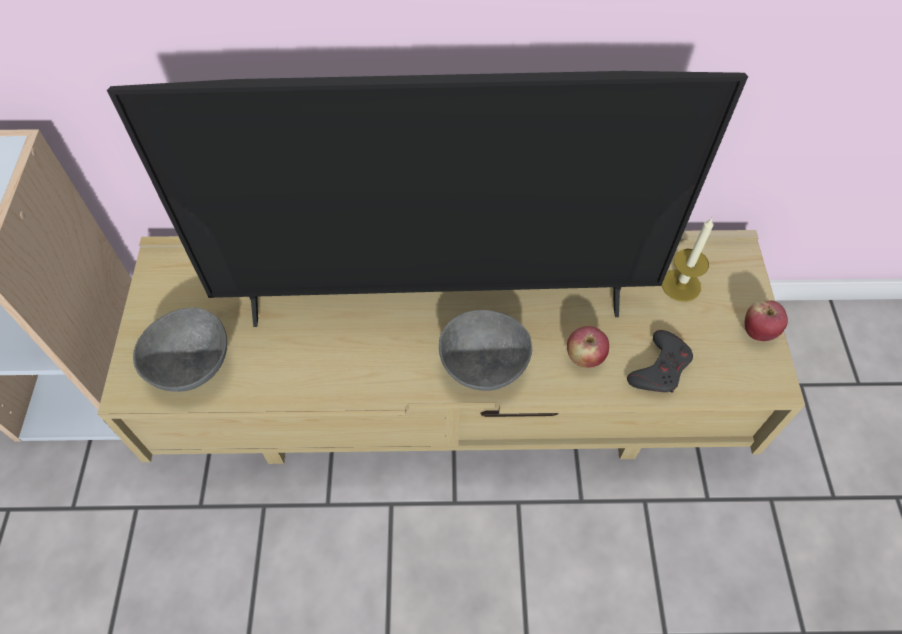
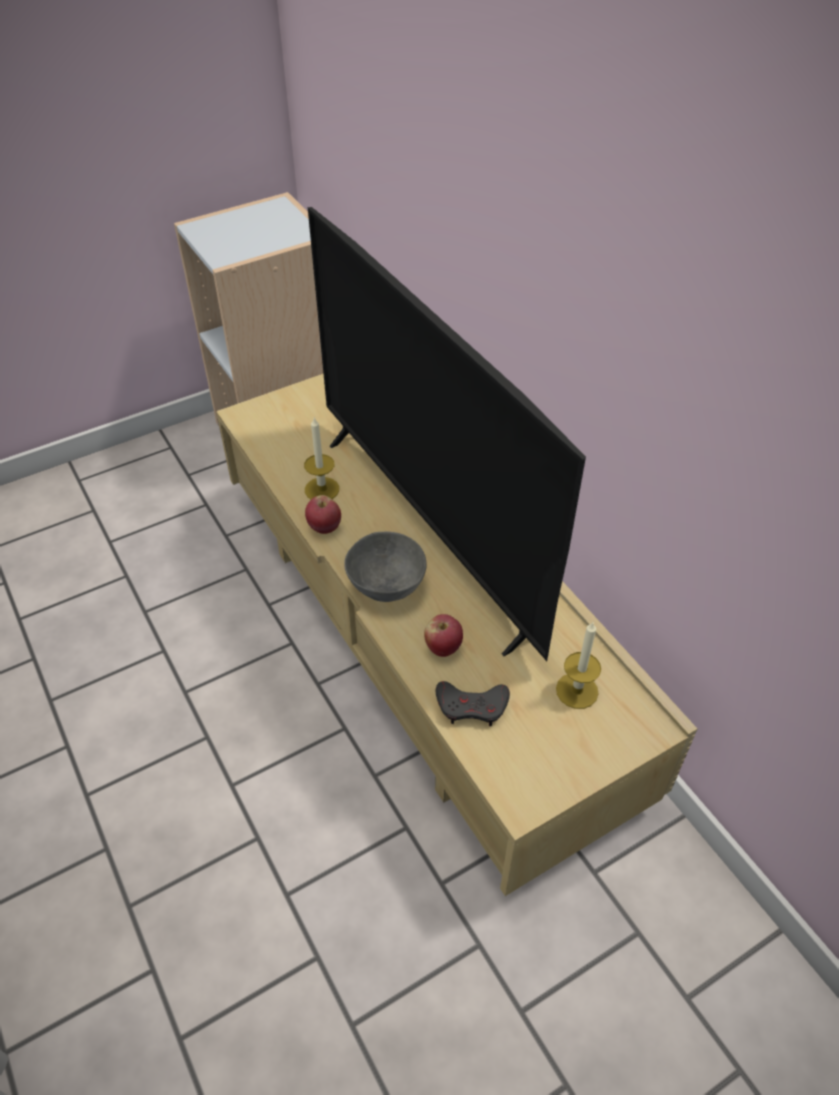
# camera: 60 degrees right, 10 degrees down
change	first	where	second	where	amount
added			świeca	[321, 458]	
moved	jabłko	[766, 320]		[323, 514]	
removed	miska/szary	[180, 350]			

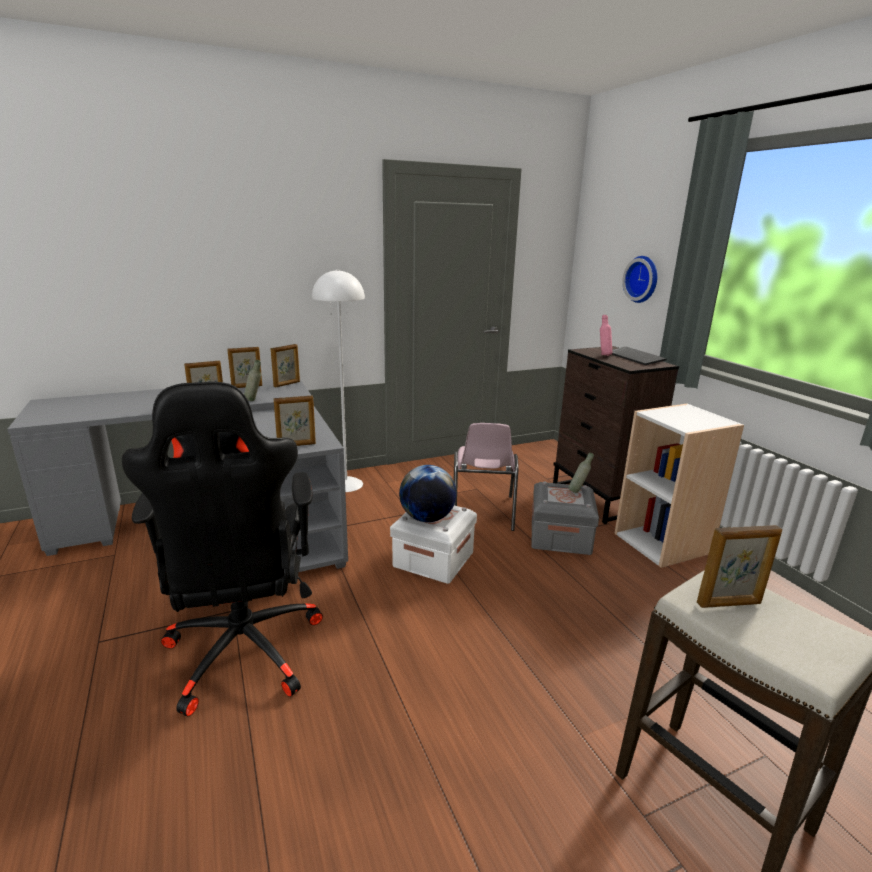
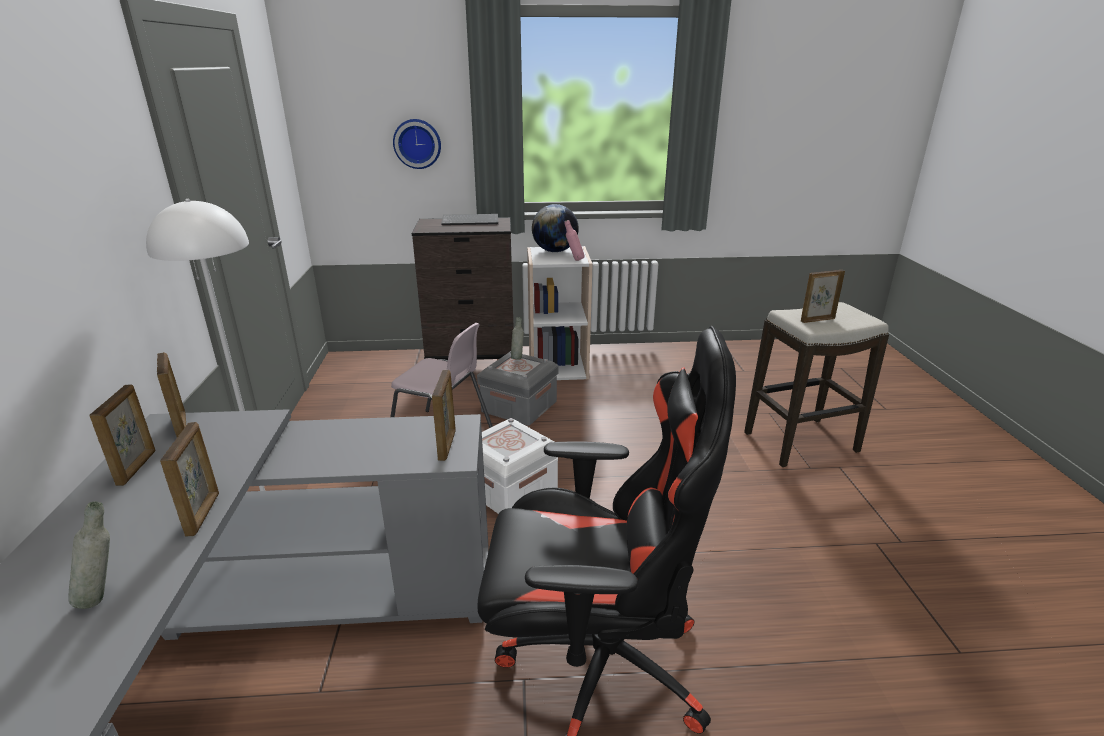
# camera: 70 degrees left, 5 degrees up
change	first	where	second	where	amount
moved	butelka/szary	[252, 380]		[89, 555]	
moved	globus	[428, 493]		[555, 228]	
moved	butelka/różowy	[606, 335]		[574, 240]	
turned	ramka na zdjęcie	[739, 566]		[823, 296]	120 degrees counterclockwise

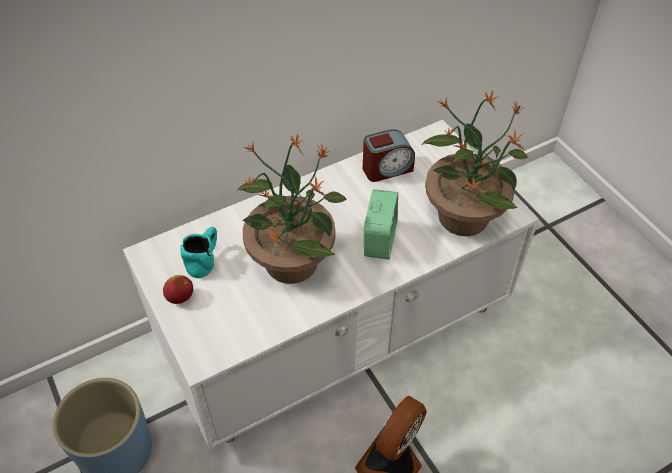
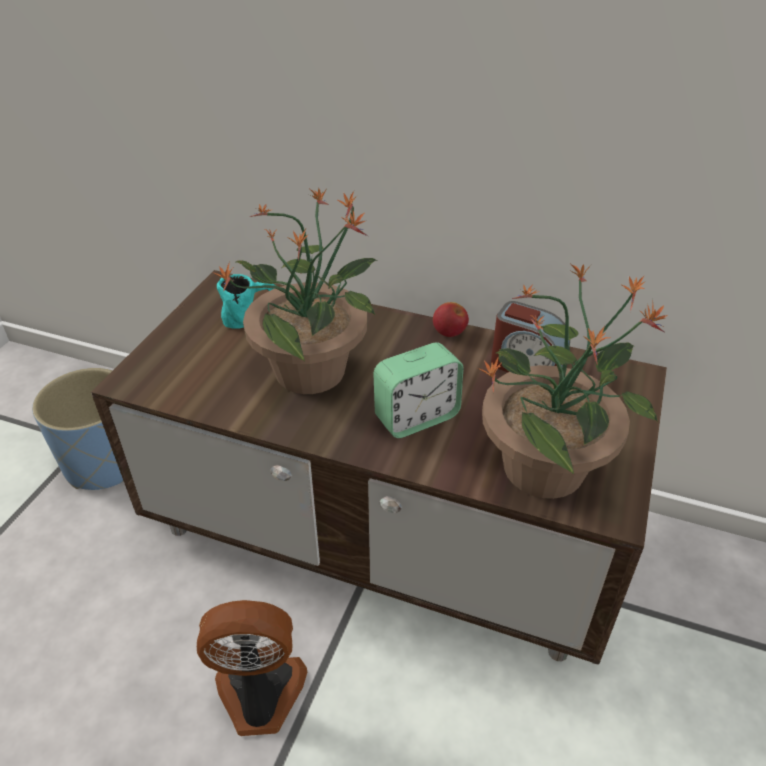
# camera: 50 degrees right, 10 degrees down
change	first	where	second	where	amount
recoloured	szafka pod telewizor/biały	[331, 285]	szafka pod telewizor/brązowy	[379, 467]	
moved	jabłko	[178, 289]		[451, 319]	

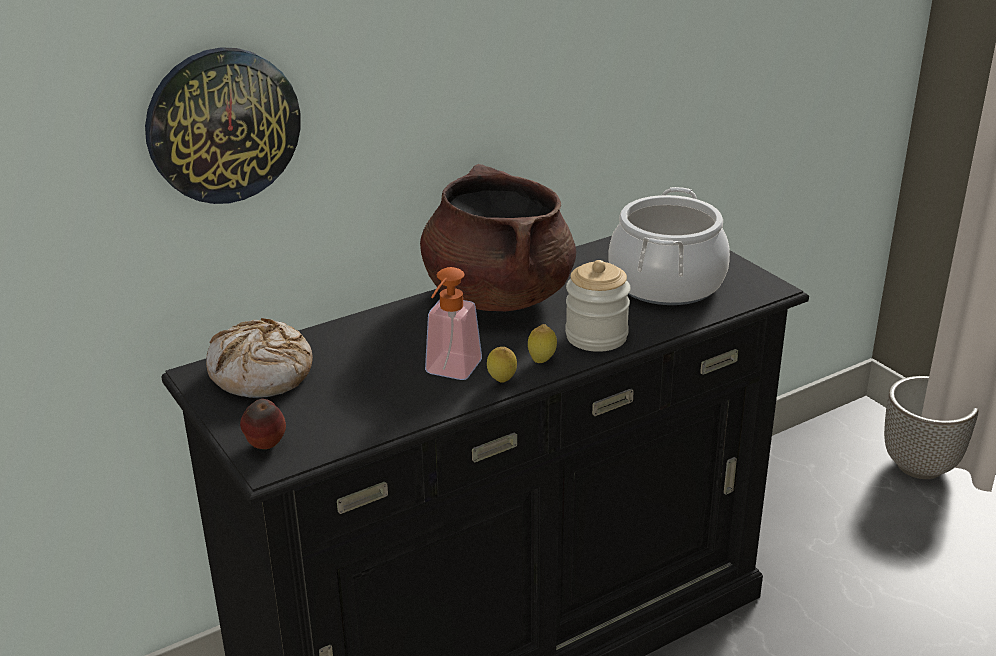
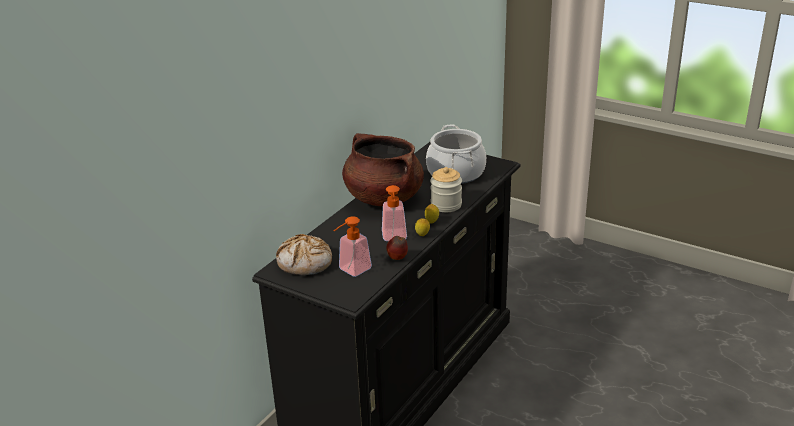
# camera: 25 degrees left, 0 degrees up
change	first	where	second	where	amount
added			dozownik mydła	[353, 246]	
moved	jabłko	[263, 424]		[397, 248]	
removed	zegar ścienny	[223, 125]			
removed	donica	[931, 427]			

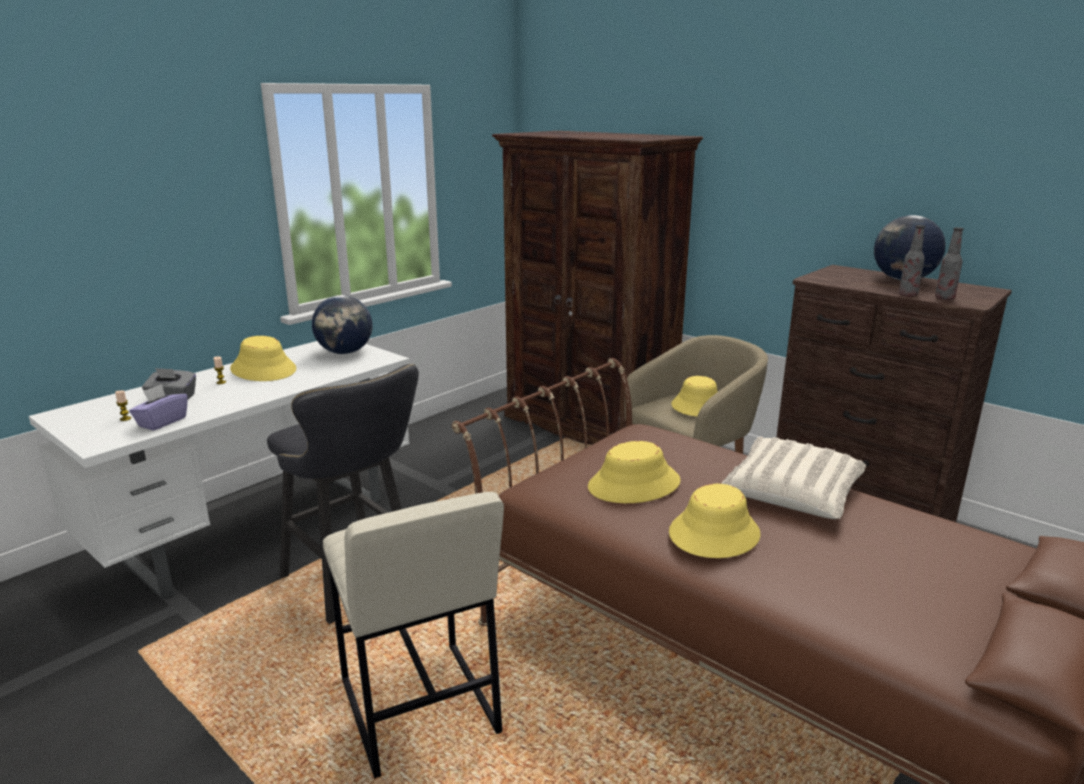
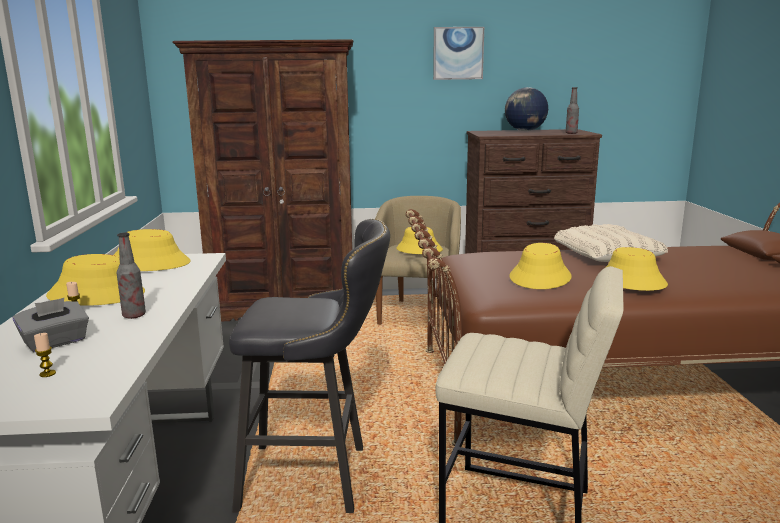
# camera: 45 degrees left, 5 degrees down
change	first	where	second	where	amount
replaced	globus	[342, 324]	kapelusz/żółty	[152, 250]	
moved	butelka	[912, 261]		[131, 275]	
added			obraz	[458, 53]	
removed	pudełko chusteczek/fioletowy	[158, 407]			

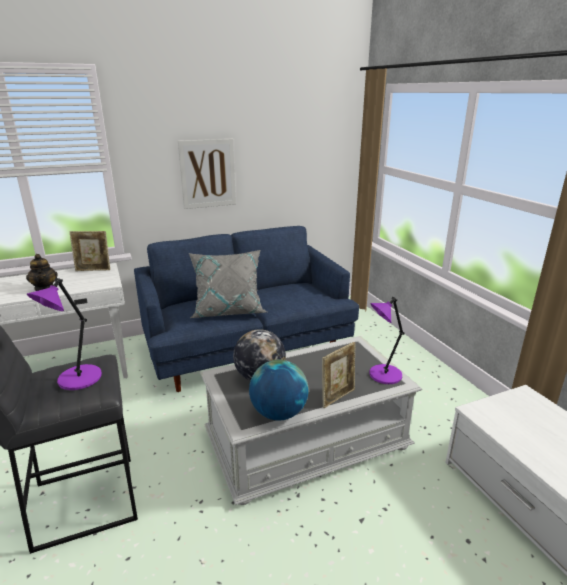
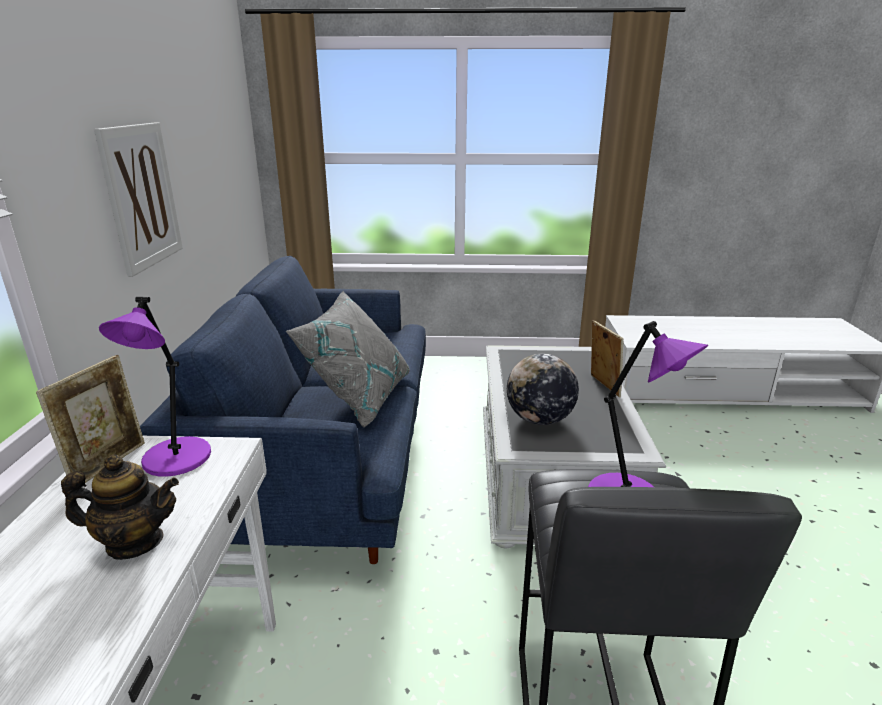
# camera: 65 degrees left, 0 degrees up
change	first	where	second	where	amount
moved	lampa stołowa/fioletowy	[387, 340]		[155, 387]	
removed	globus	[279, 390]			

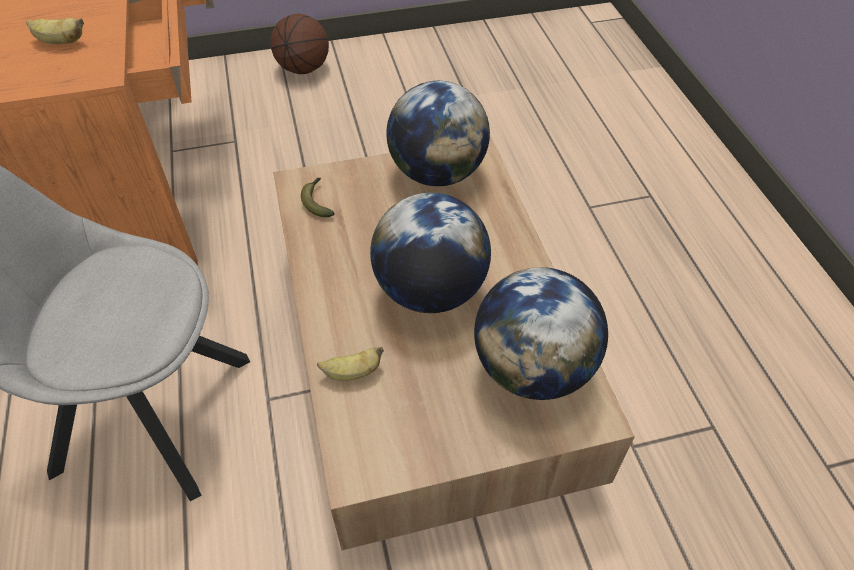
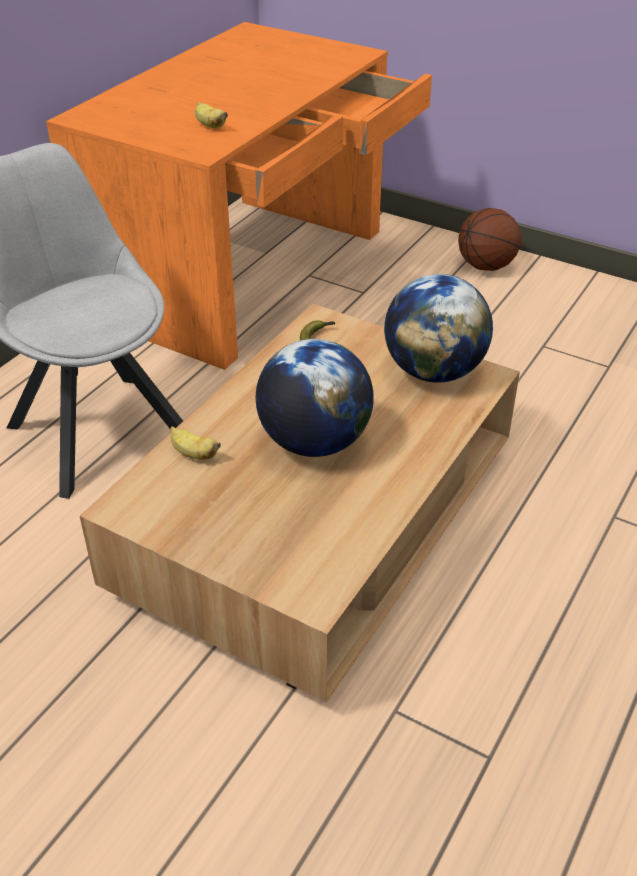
# camera: 45 degrees right, 10 degrees down
change	first	where	second	where	amount
removed	globus	[541, 333]			

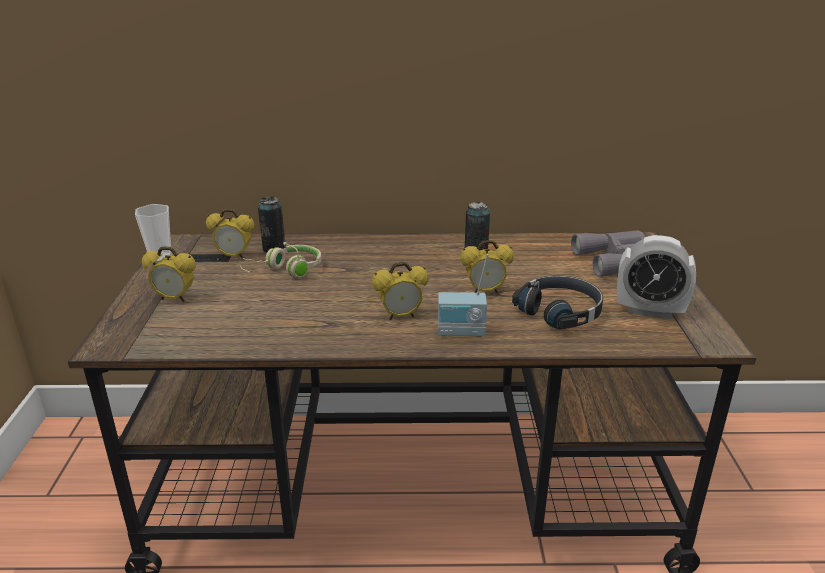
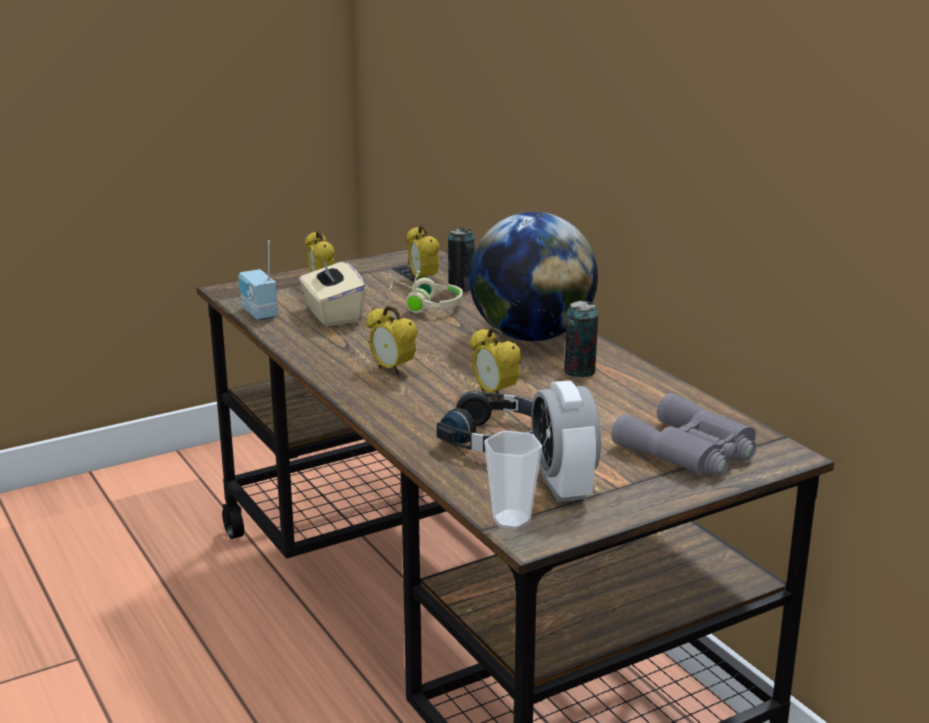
# camera: 60 degrees right, 5 degrees down
change	first	where	second	where	amount
moved	radio	[463, 295]		[258, 280]	
added			pudełko chusteczek/beżowy	[332, 290]	
added			globus	[533, 276]	
moved	filiżanka	[153, 233]		[513, 480]	

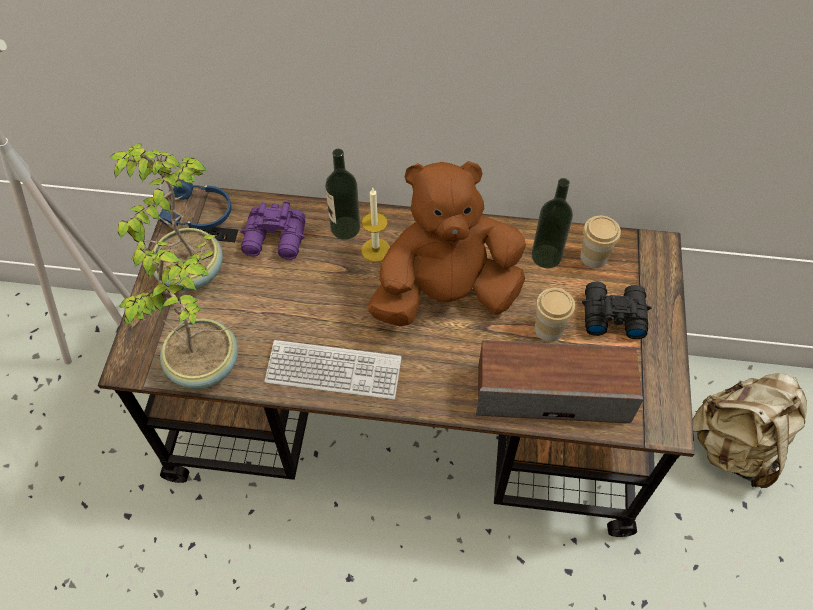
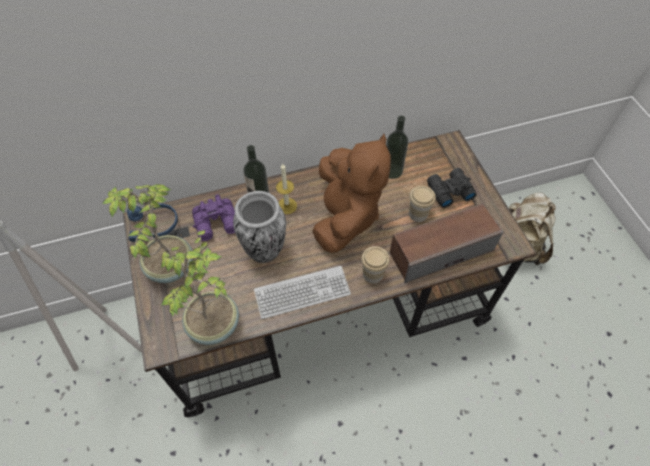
# camera: 25 degrees left, 0 degrees up
change	first	where	second	where	amount
added			wazon	[259, 227]	
turned	pluszak/brązowy	[446, 243]		[352, 193]	135 degrees clockwise
moved	filiżanka	[600, 242]		[375, 265]	

